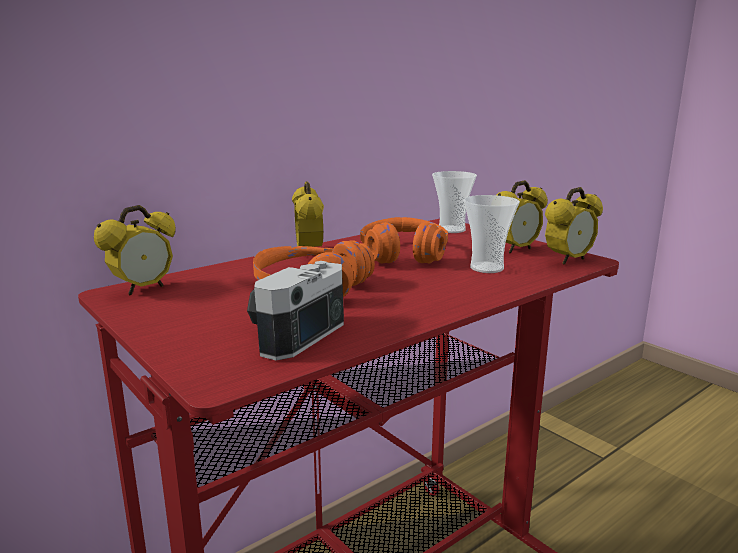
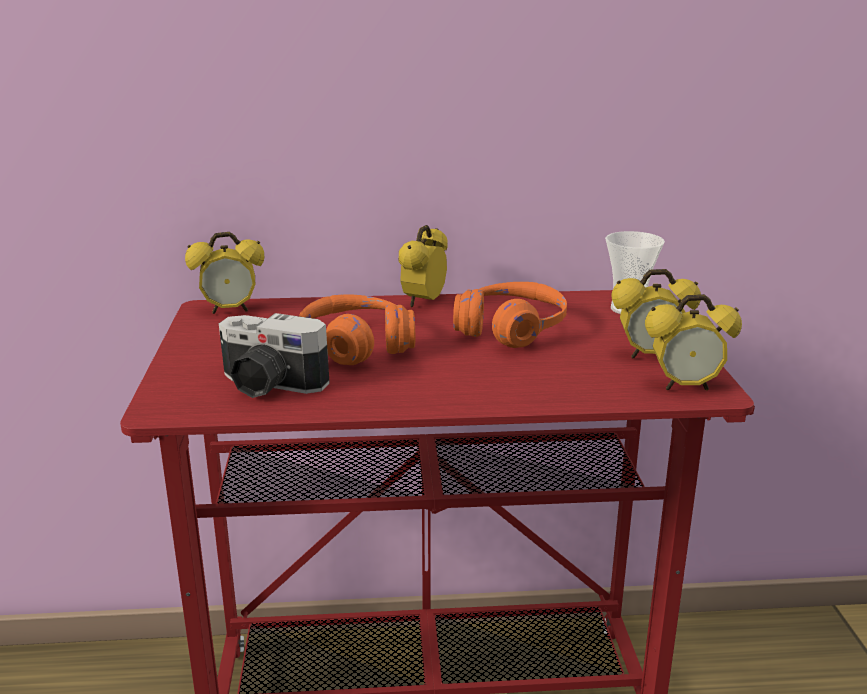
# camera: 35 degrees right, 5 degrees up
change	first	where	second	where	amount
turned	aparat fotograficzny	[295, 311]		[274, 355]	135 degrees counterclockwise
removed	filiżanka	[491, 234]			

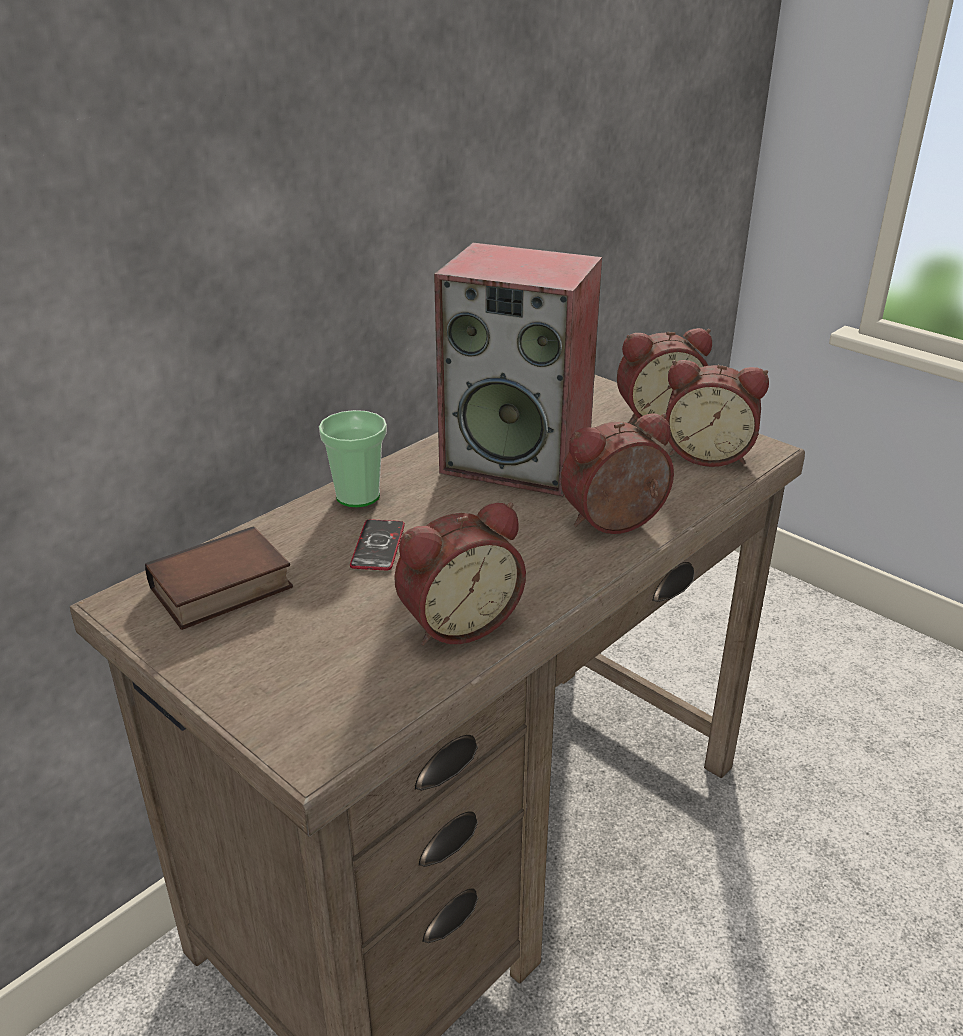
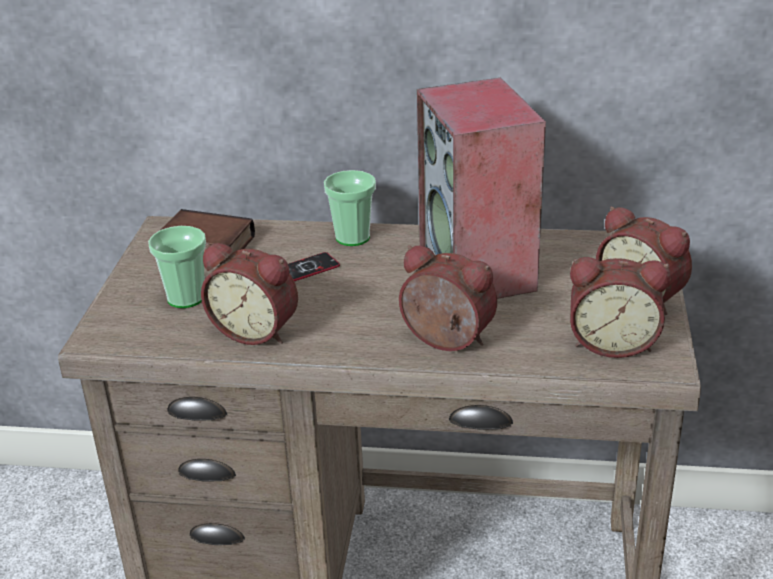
# camera: 55 degrees right, 0 degrees up
change	first	where	second	where	amount
added			filiżanka	[177, 267]	
turned	budzik	[717, 413]		[620, 307]	60 degrees counterclockwise

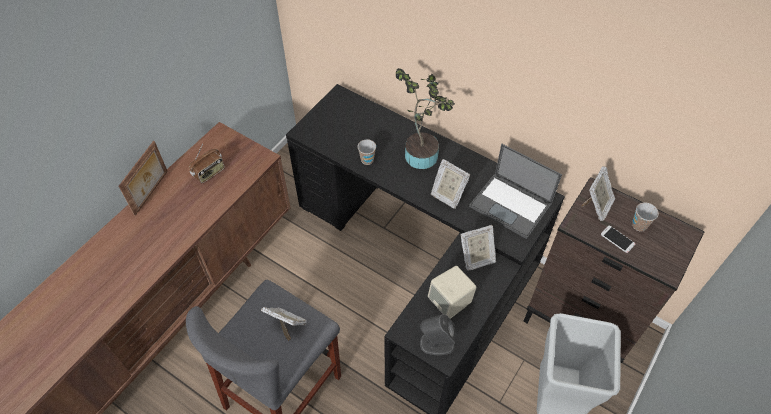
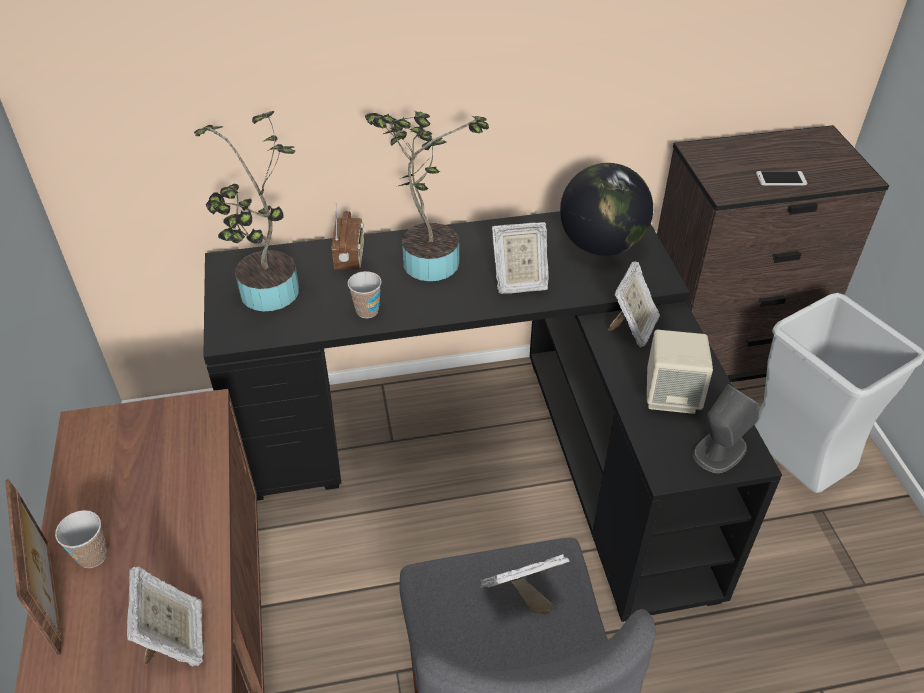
# camera: 45 degrees left, 10 degrees down
change	first	where	second	where	amount
moved	filiżanka	[645, 217]		[81, 539]	
moved	ramka na zdjęcie	[598, 193]		[165, 616]	
added			roślina doniczkowa	[246, 211]	
moved	radio	[207, 163]		[348, 236]	
replaced	laptop	[515, 191]	globus	[606, 209]	

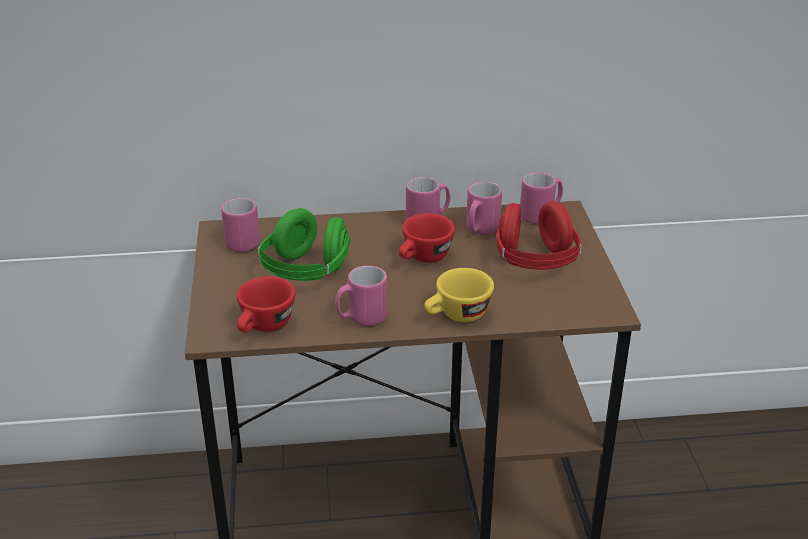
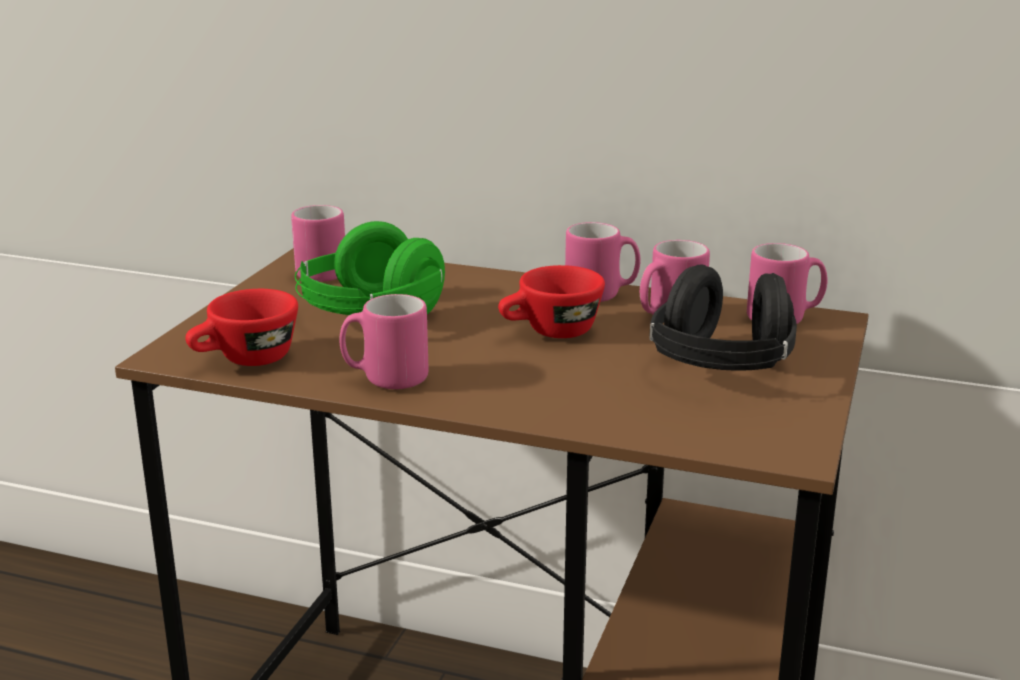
# camera: 25 degrees right, 10 degrees down
change	first	where	second	where	amount
recoloured	słuchawki/czerwony	[539, 235]	słuchawki/czarny	[723, 317]	
removed	filiżanka/żółty	[459, 295]			

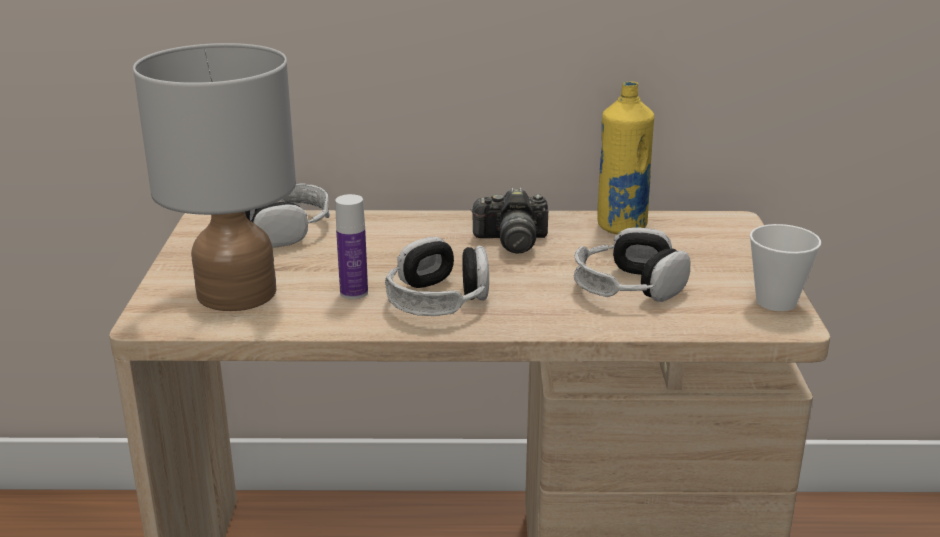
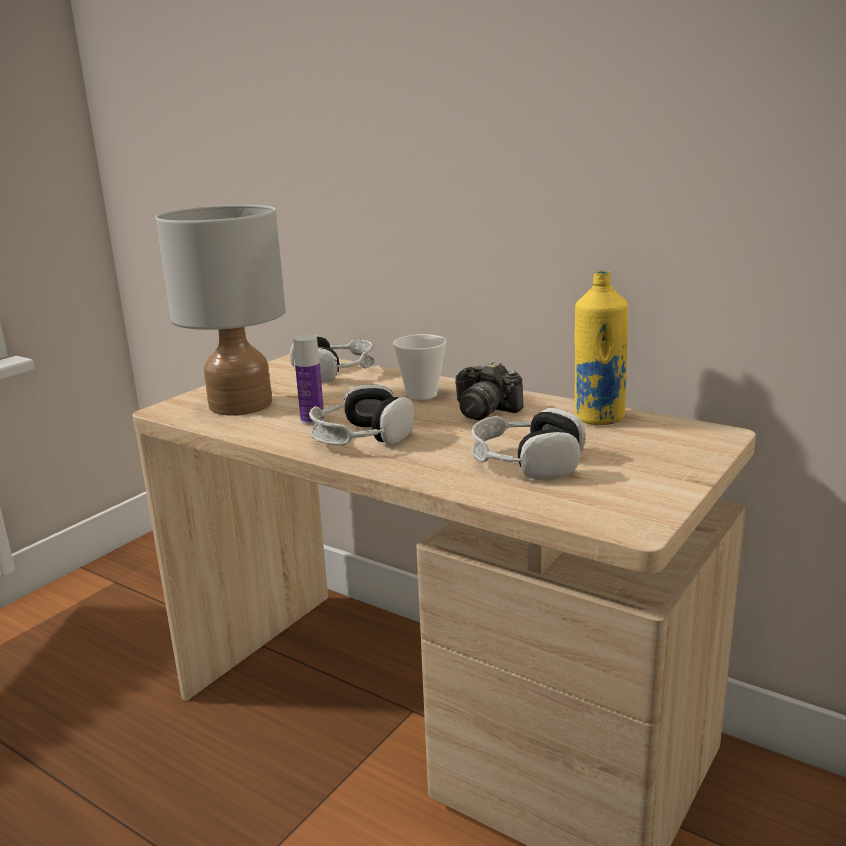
# camera: 35 degrees right, 5 degrees down
change	first	where	second	where	amount
moved	filiżanka	[785, 267]		[420, 367]	

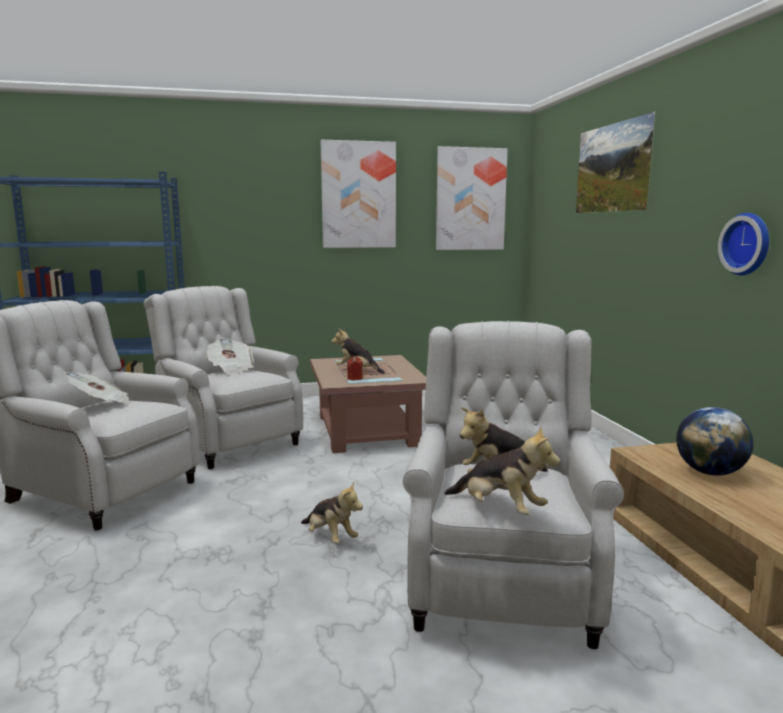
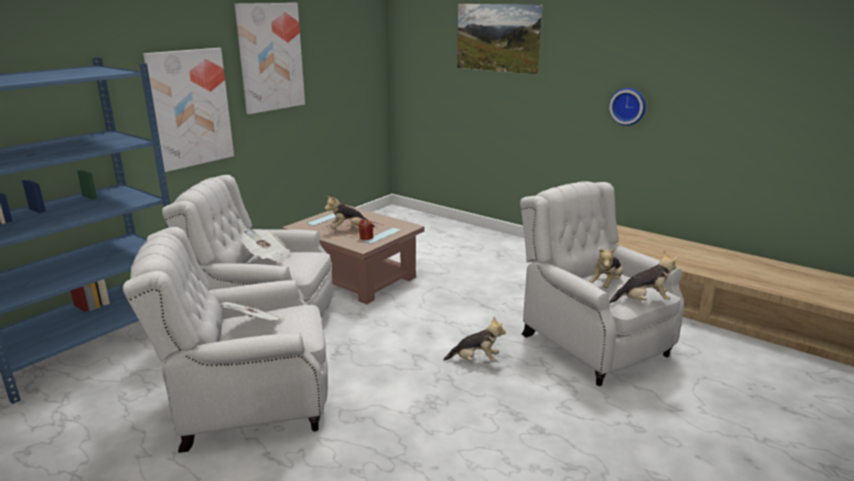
# camera: 40 degrees left, 10 degrees up
change	first	where	second	where	amount
moved	obraz	[472, 198]		[188, 110]	
removed	globus	[714, 441]			

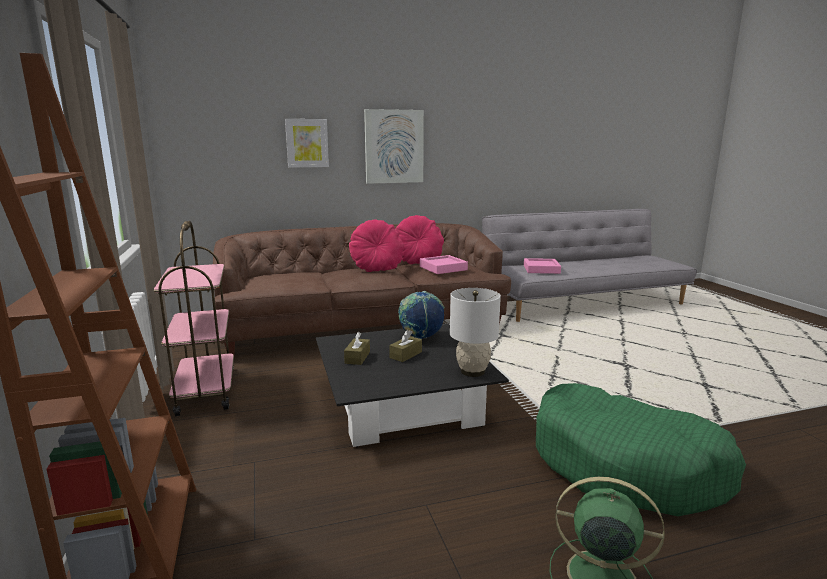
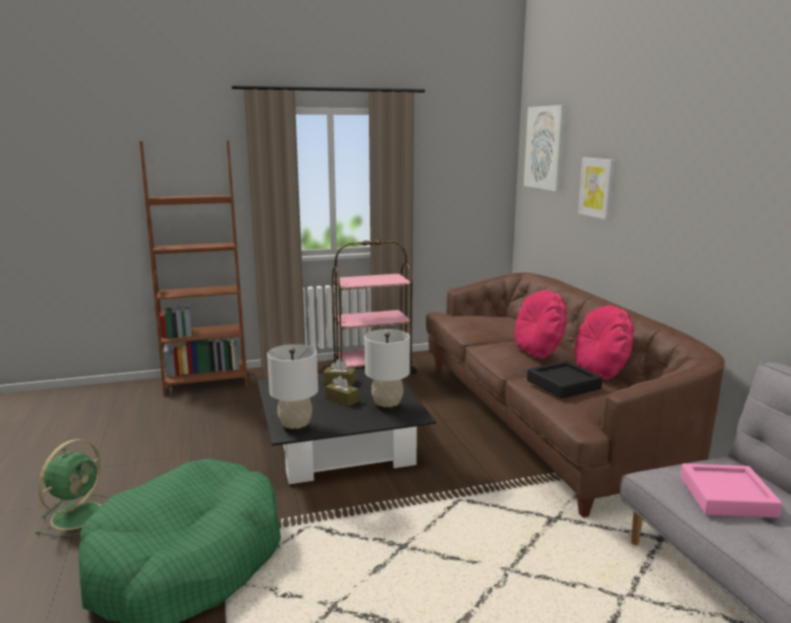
# camera: 90 degrees right, 0 degrees up
change	first	where	second	where	amount
replaced	globus	[421, 315]	lampa stołowa/biały	[387, 370]	
moved	obraz	[394, 146]		[545, 148]	
recoloured	taca/różowy	[444, 264]	taca/czarny	[564, 380]	

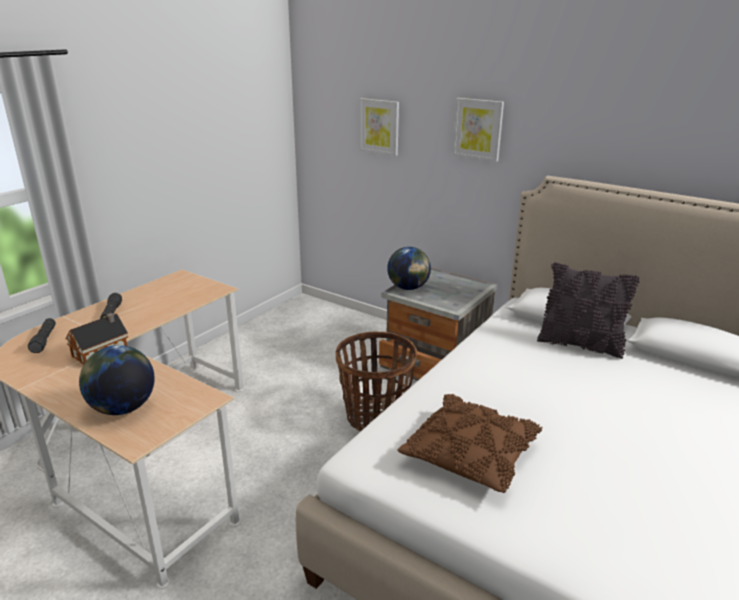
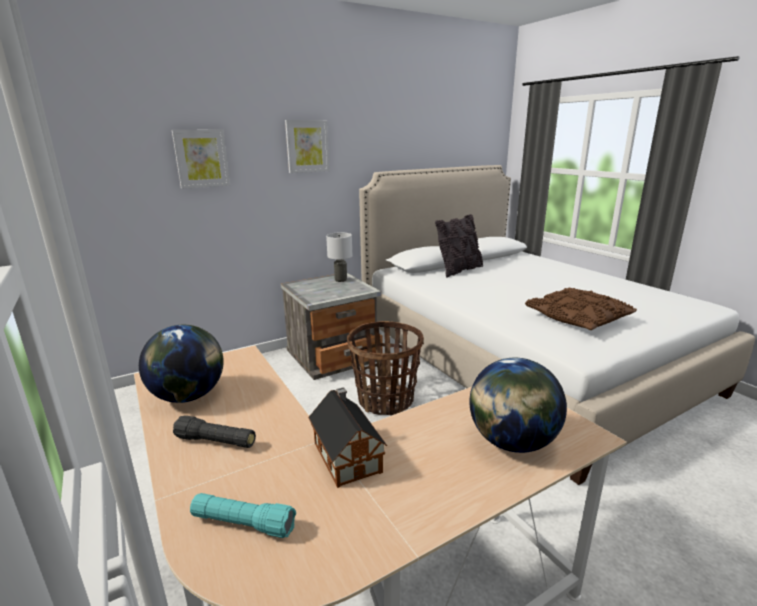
# camera: 65 degrees left, 5 degrees down
change	first	where	second	where	amount
moved	globus	[409, 268]		[181, 364]	
recoloured	latarka/czarny	[42, 335]	latarka/turkusowy	[243, 515]	
added			lampa stołowa/biały	[339, 257]	

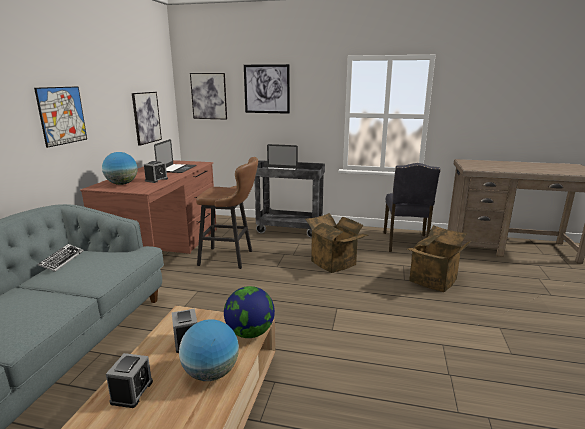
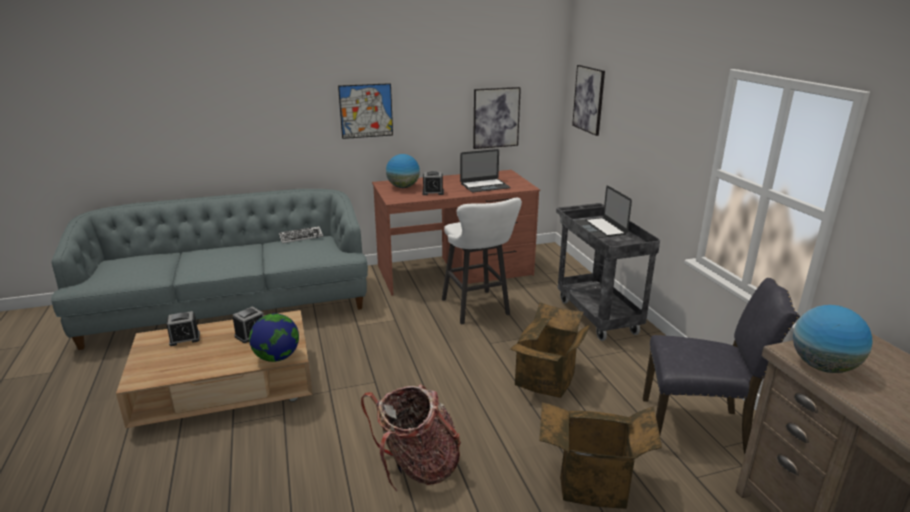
# camera: 60 degrees right, 5 degrees up
change	first	where	second	where	amount
added			plecak	[411, 437]	
recoloured	stołek/brązowy	[227, 213]	stołek/biały	[482, 261]	
turned	krzesło/szary	[411, 207]		[721, 366]	150 degrees counterclockwise
moved	globus	[209, 350]		[832, 339]	
removed	obraz	[267, 89]			

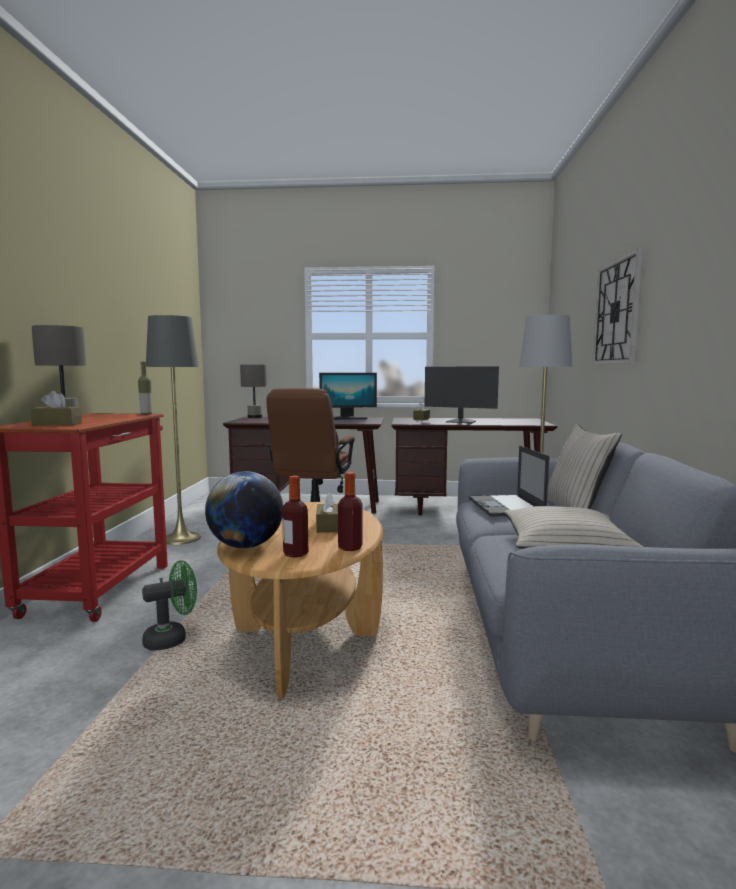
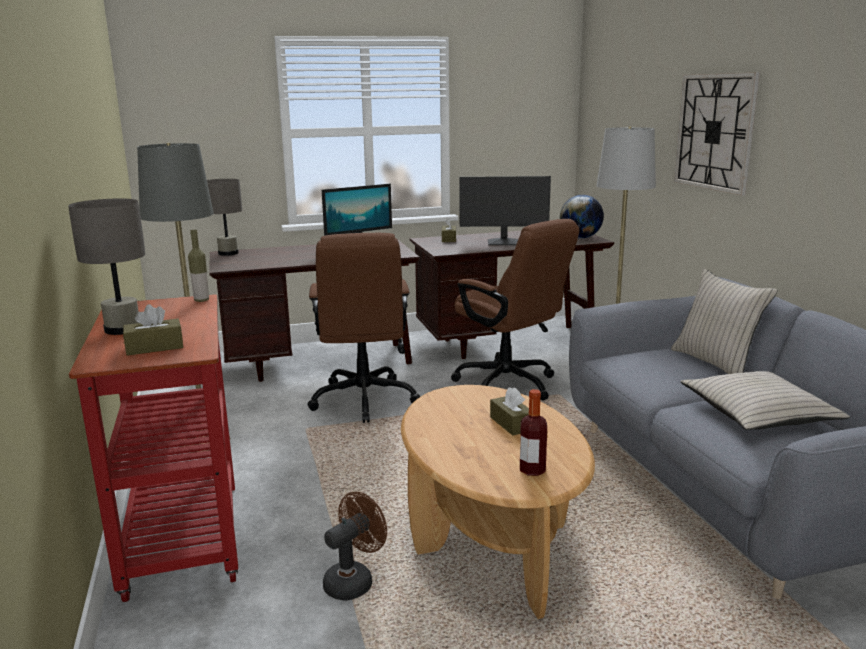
# camera: 20 degrees left, 10 degrees up
change	first	where	second	where	amount
recoloured	wentylator/zielony	[169, 605]	wentylator/brązowy	[355, 546]	
added			krzesło biurowe/brązowy	[515, 310]	
moved	globus	[244, 509]		[582, 216]	
removed	butelka	[350, 511]			
removed	laptop	[509, 481]			

